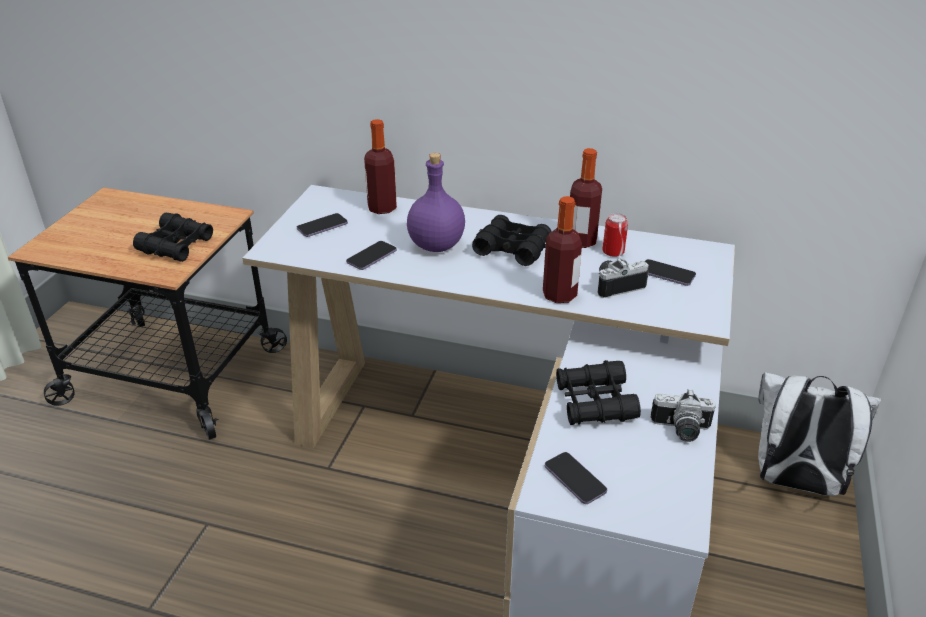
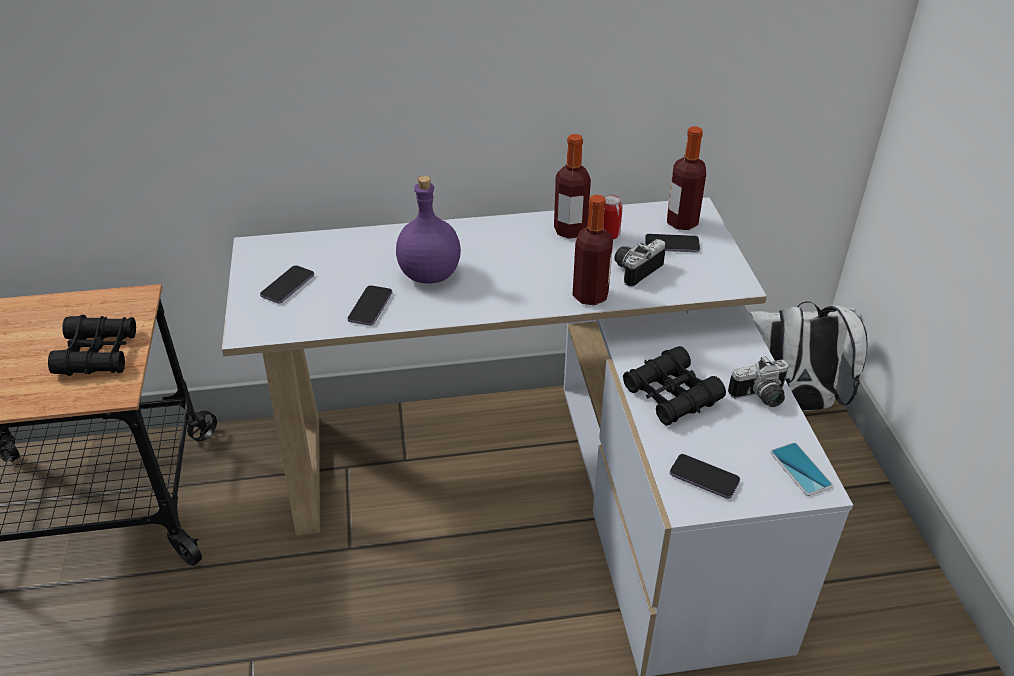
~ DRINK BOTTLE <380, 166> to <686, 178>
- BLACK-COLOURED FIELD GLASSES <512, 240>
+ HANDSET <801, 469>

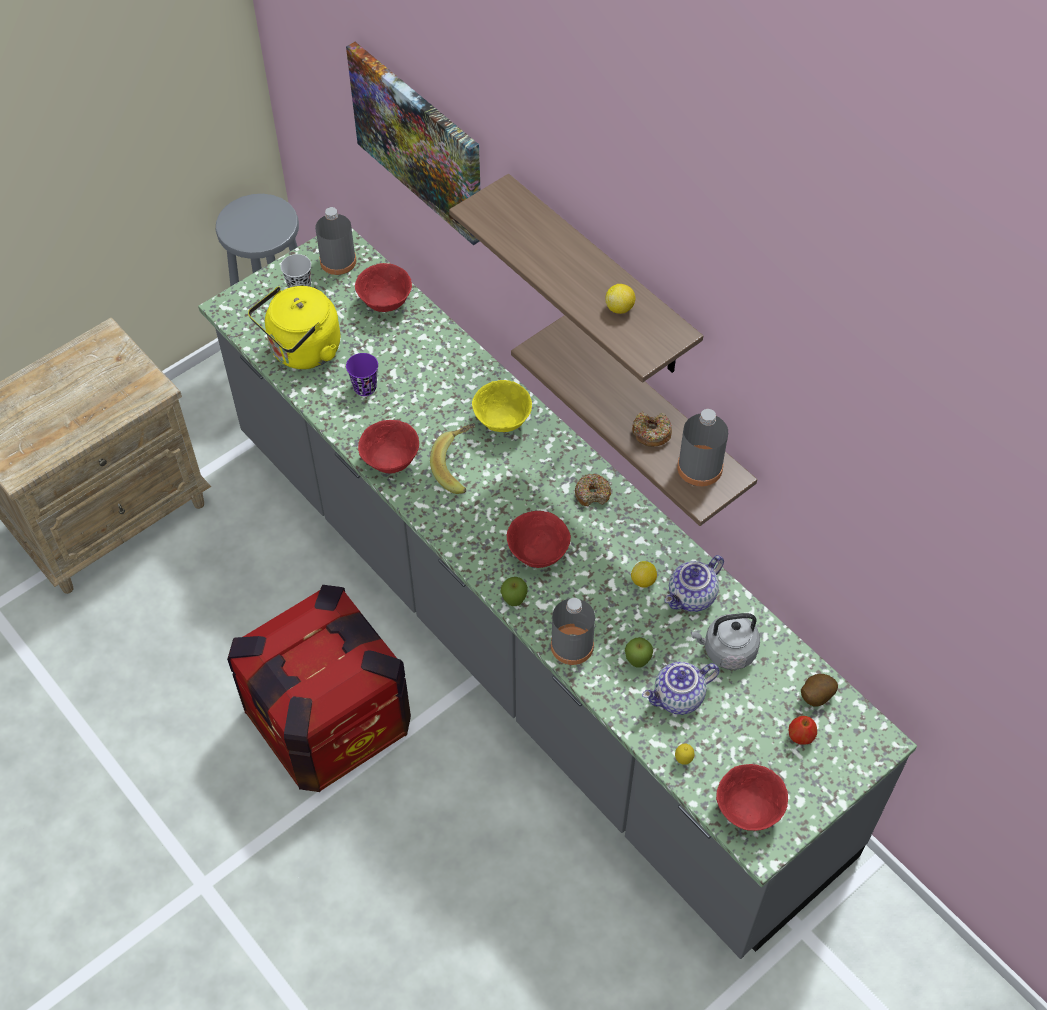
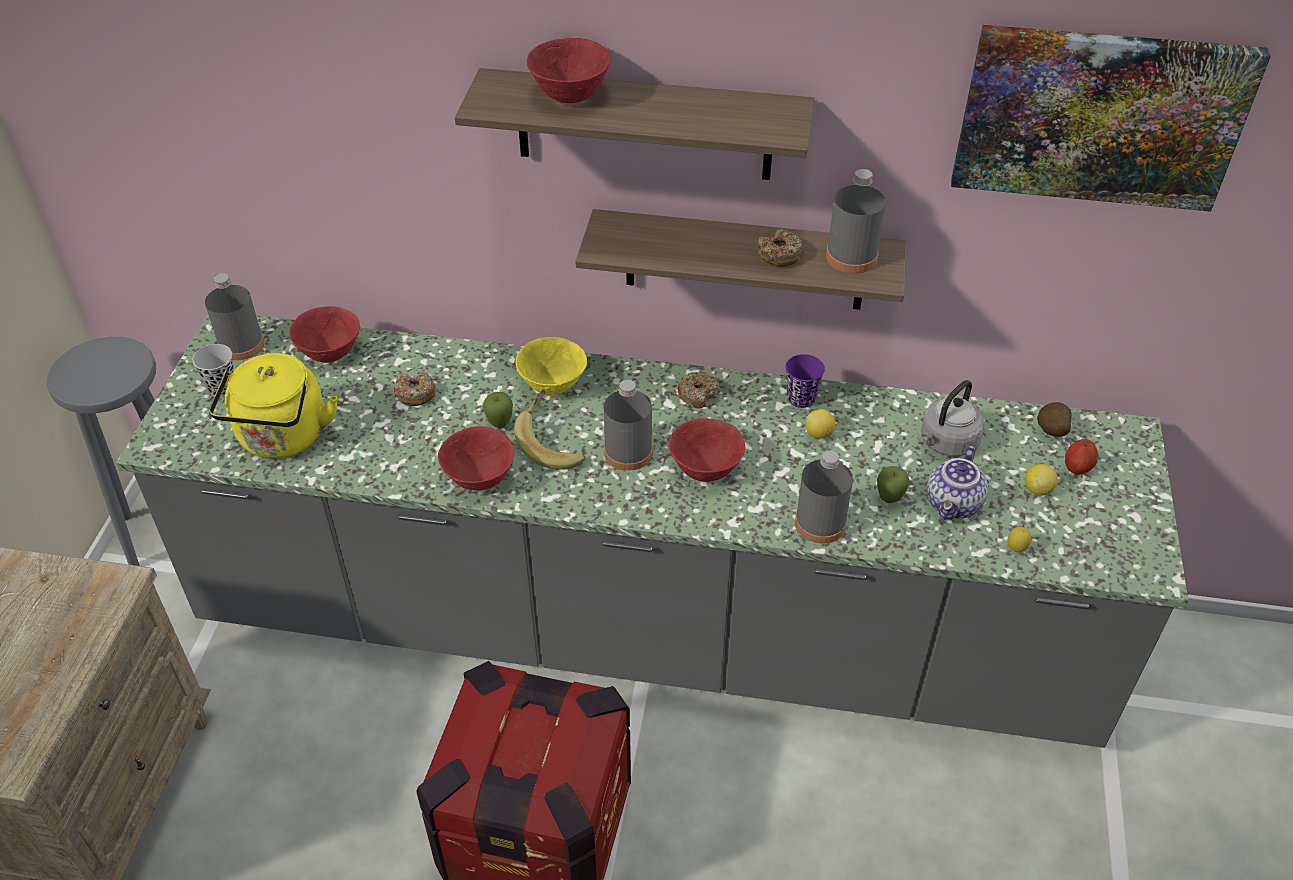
~ WALL ART <413, 143> to <1111, 118>
~ PURPLE SMALL CUP <362, 374> to <805, 381>
~ APPLE <514, 591> to <498, 410>
~ LEMON <620, 299> to <1041, 479>
- TEA POT <694, 583>
~ REDDISH DEEP DISH <752, 797> to <568, 70>
+ DONUT <415, 389>
+ GREYISH DRINK BOTTLE <628, 425>

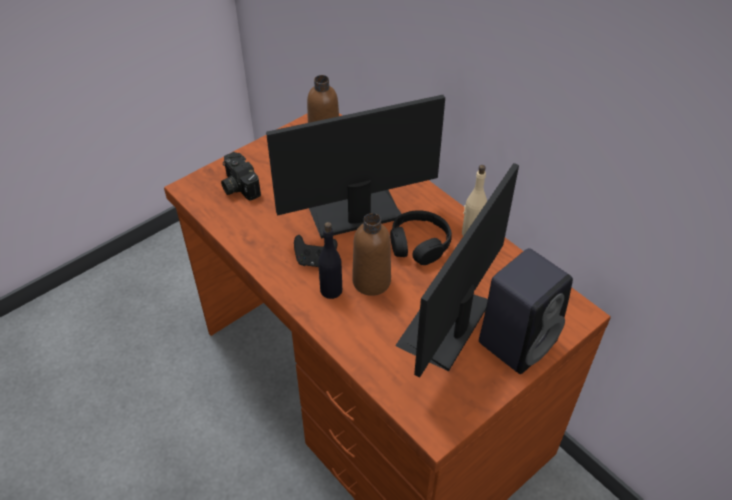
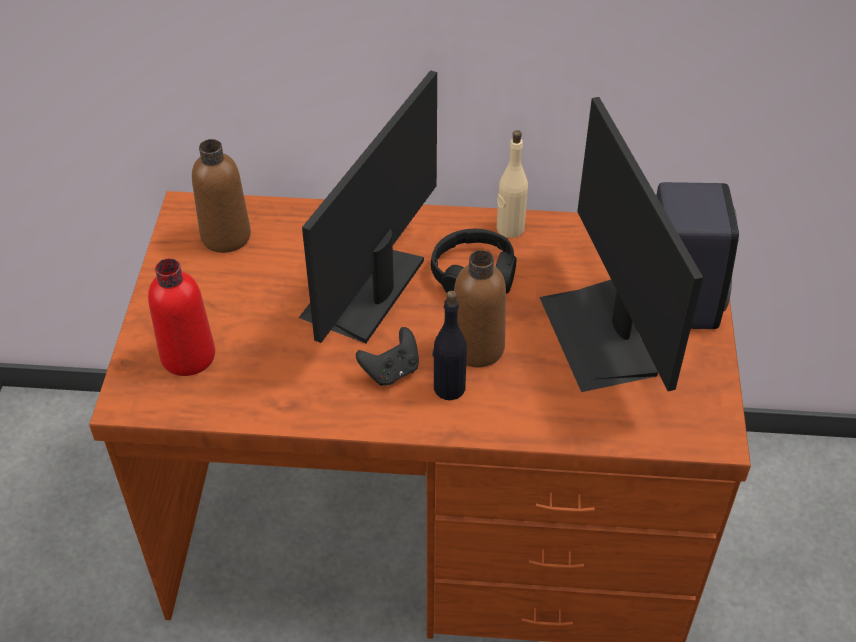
~ PHOTO CAMERA <241, 176> to REDDISH DRINK BOTTLE <181, 317>

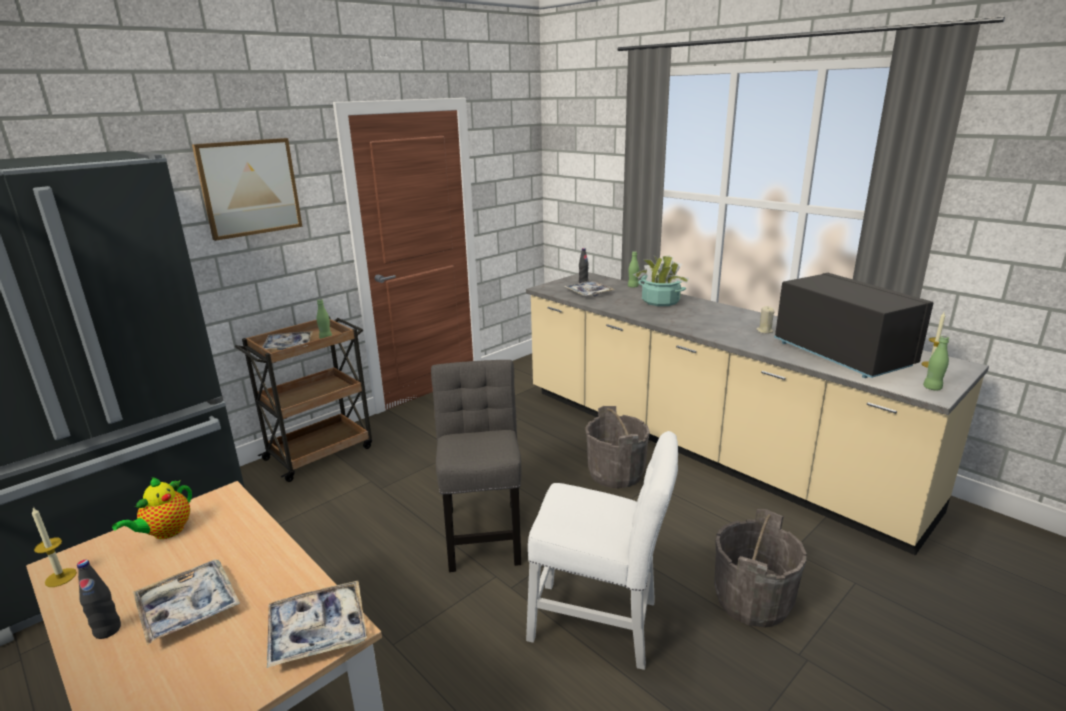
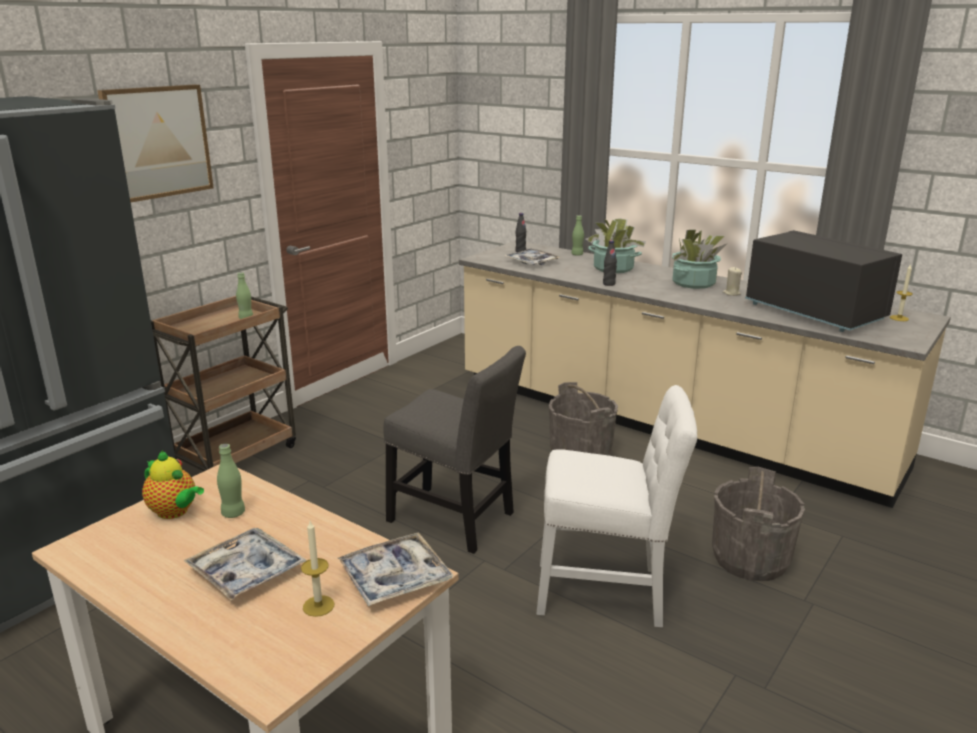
~ WAX LIGHT <54, 547> to <317, 569>
~ BLACK-COLOURED DRINK BOTTLE <99, 599> to <610, 263>
~ TEA POT <152, 508> = <173, 484> 75 degrees counterclockwise
- TRAY <287, 340>
~ GREYISH PLAIN CHAIR <476, 466> = <454, 450> 135 degrees clockwise
~ GREEN-COLOURED DRINK BOTTLE <936, 363> to <231, 481>
+ PLANT IN A POT <700, 259>

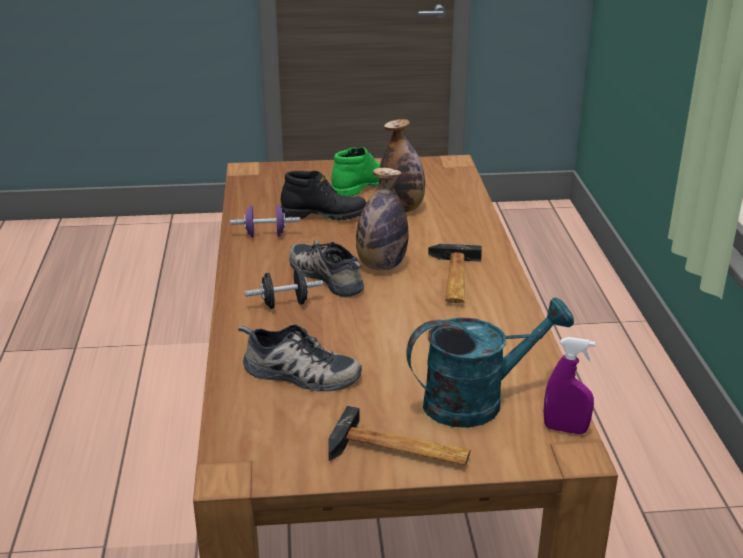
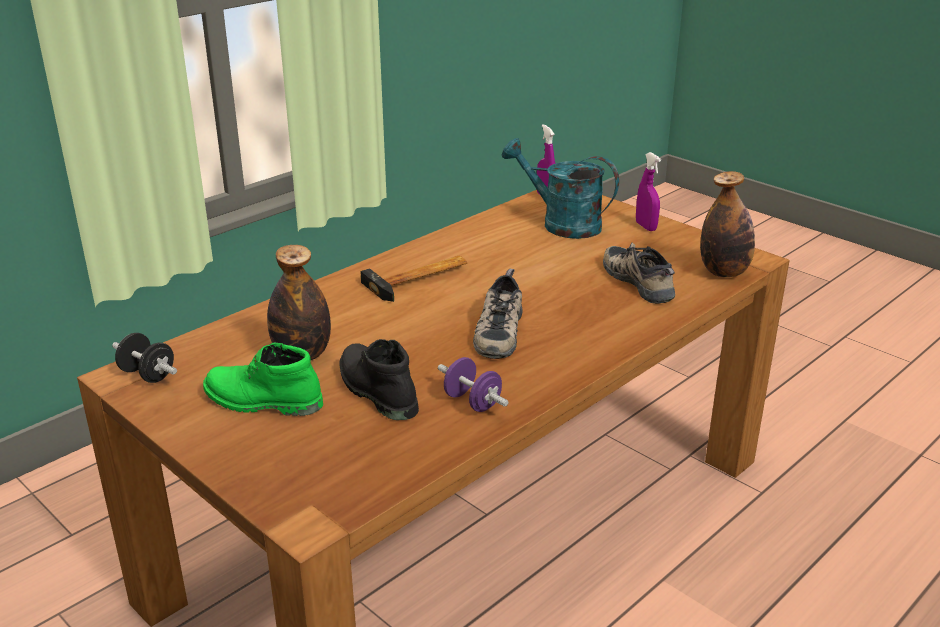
~ BLACK-COLOURED DUMBBELL <284, 289> to <144, 358>
~ TOOL HAMMER <399, 435> to PURPLE SPRAY BOTTLE <648, 191>
~ DRINK BOTTLE <382, 219> to <727, 224>

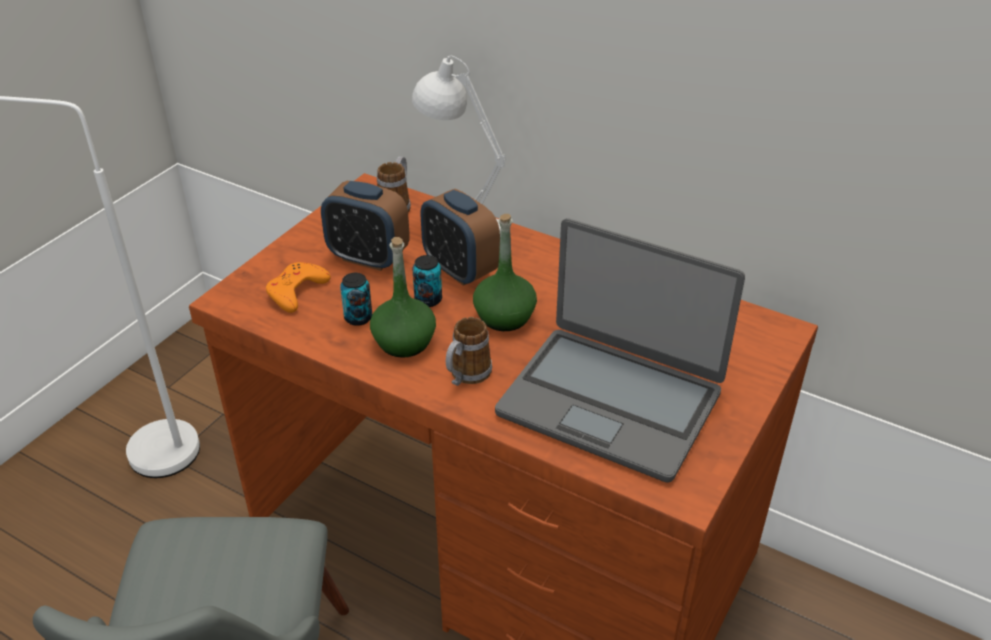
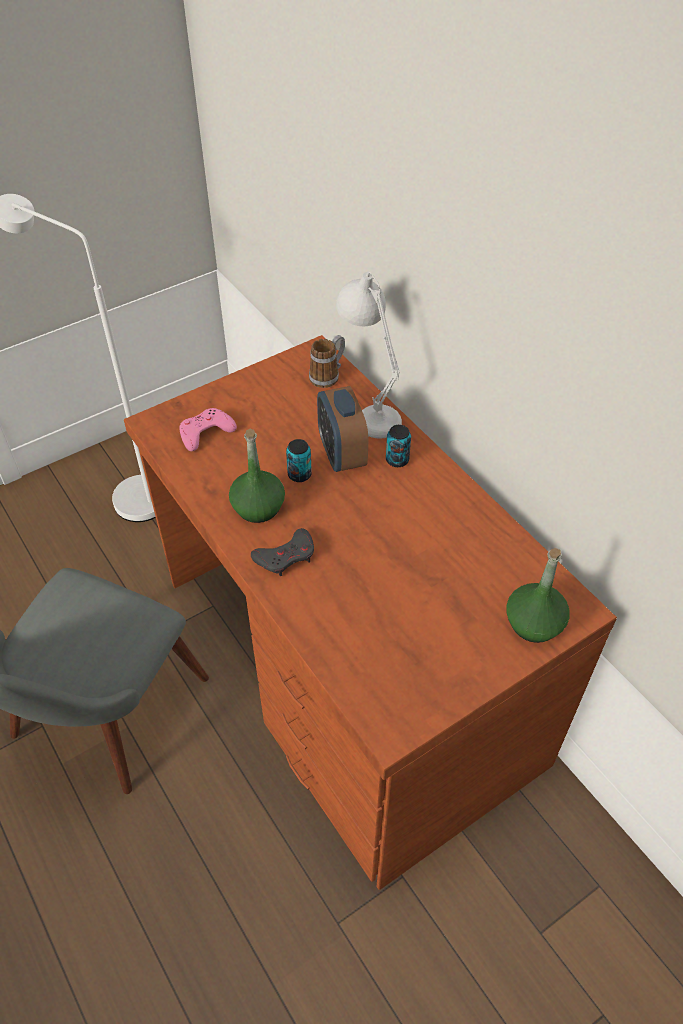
~ ORANGE GAME CONTROLLER <298, 287> to PINK-COLOURED GAME CONTROLLER <208, 429>
- ALARM CLOCK <365, 226>
~ SEALED CAN <356, 299> to <398, 446>
~ COFFEE MUG <469, 351> to GREYISH GAME CONTROLLER <282, 552>
~ GREEN-COLOURED DRINK BOTTLE <505, 272> to <538, 595>
- LAPTOP <620, 350>

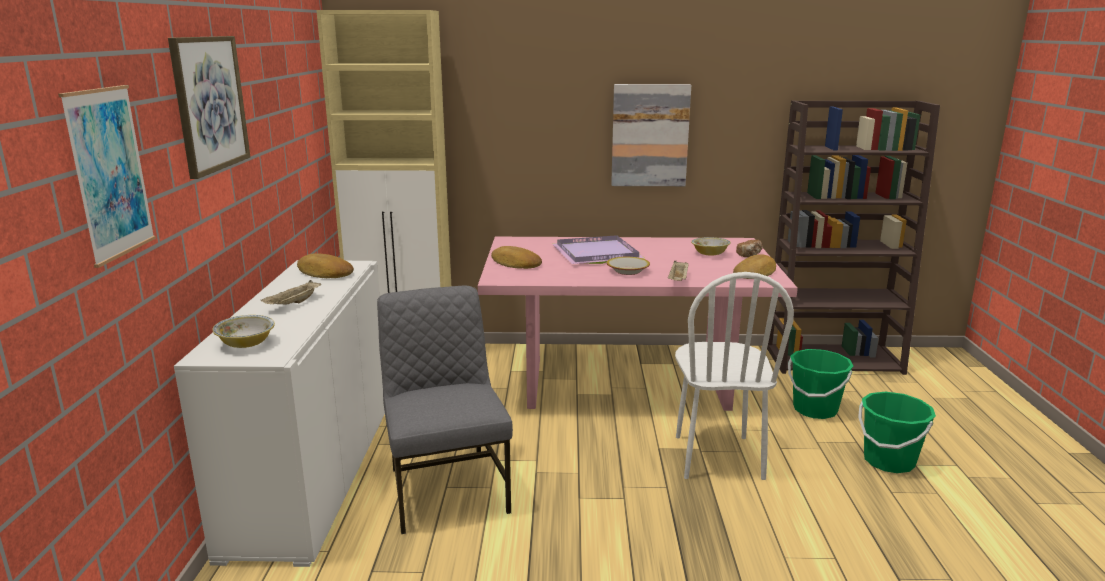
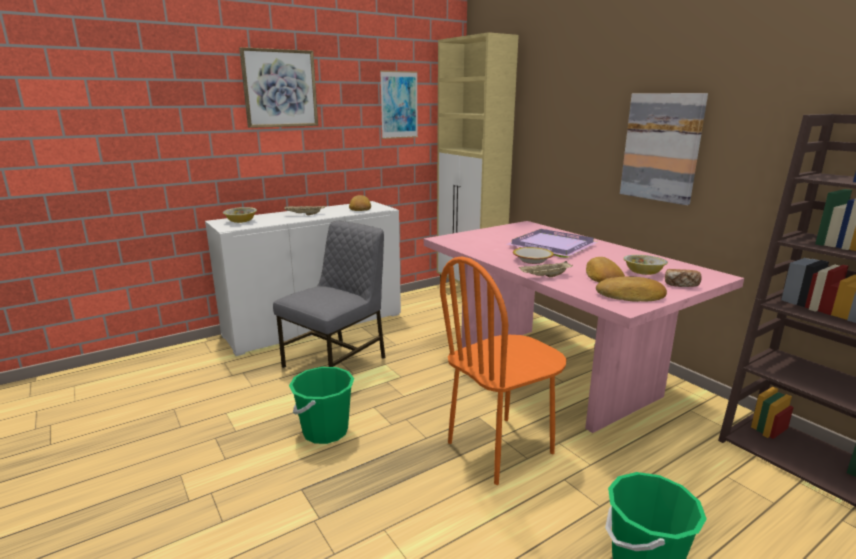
~ WALL ART <107, 176> to <399, 104>
~ BREAD <516, 257> to <605, 270>
~ WHITE-COLOURED PLAIN CHAIR <734, 376> to ORANGE PLAIN CHAIR <503, 371>
~ GREEN-COLOURED WATER BUCKET <820, 384> to <321, 405>

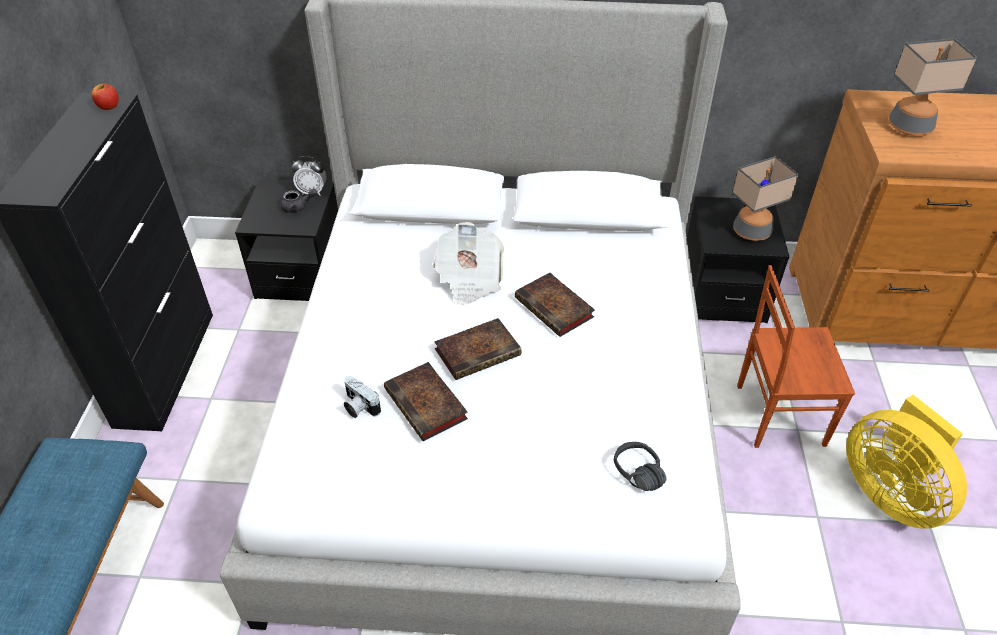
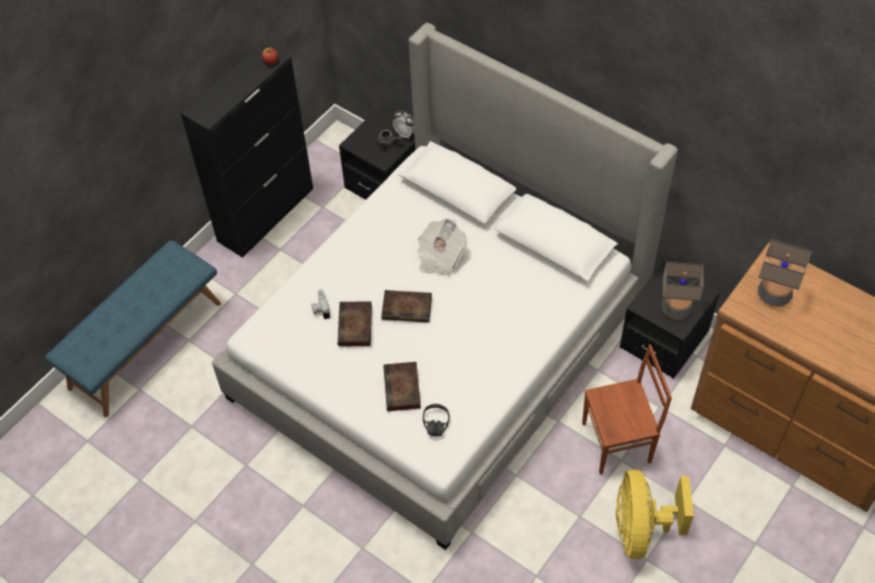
~ BOUND BOOK <555, 305> to <402, 386>
~ BROWNISH PLAIN CHAIR <796, 356> = <627, 409> 135 degrees clockwise

